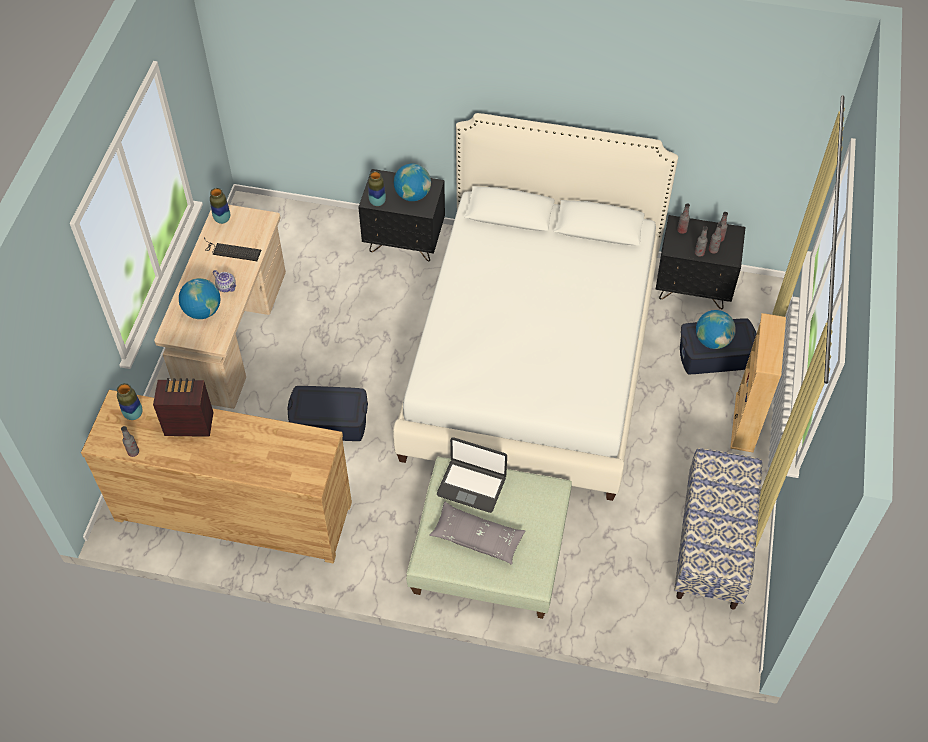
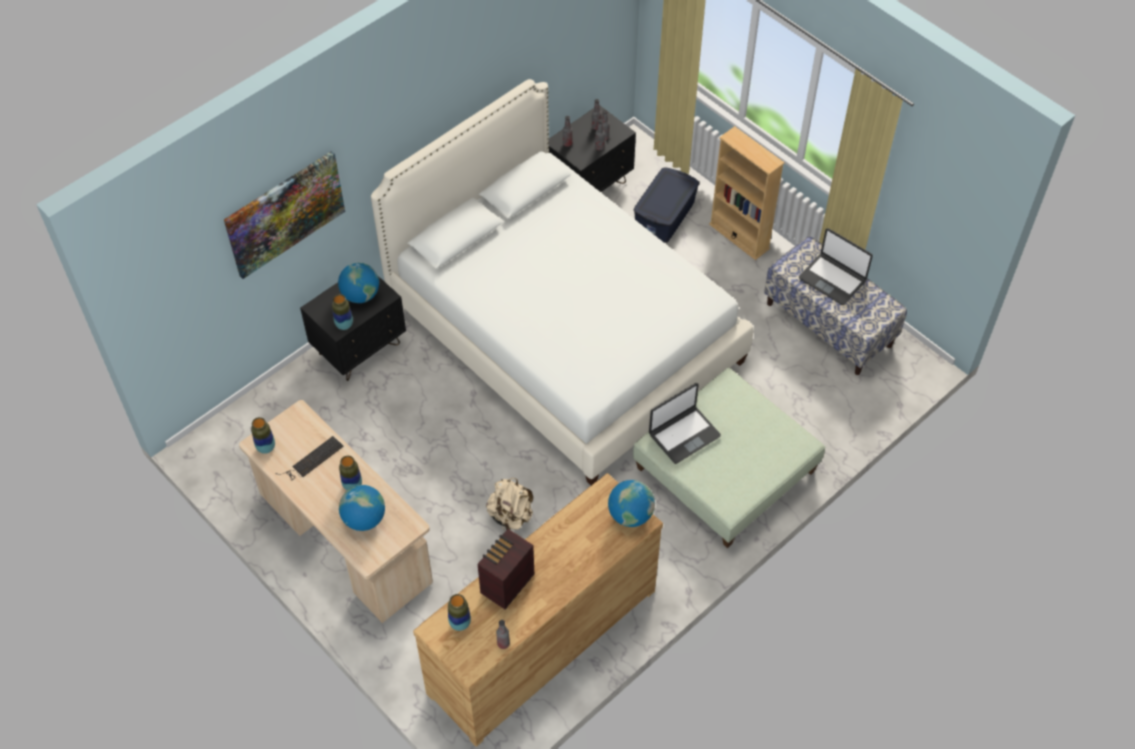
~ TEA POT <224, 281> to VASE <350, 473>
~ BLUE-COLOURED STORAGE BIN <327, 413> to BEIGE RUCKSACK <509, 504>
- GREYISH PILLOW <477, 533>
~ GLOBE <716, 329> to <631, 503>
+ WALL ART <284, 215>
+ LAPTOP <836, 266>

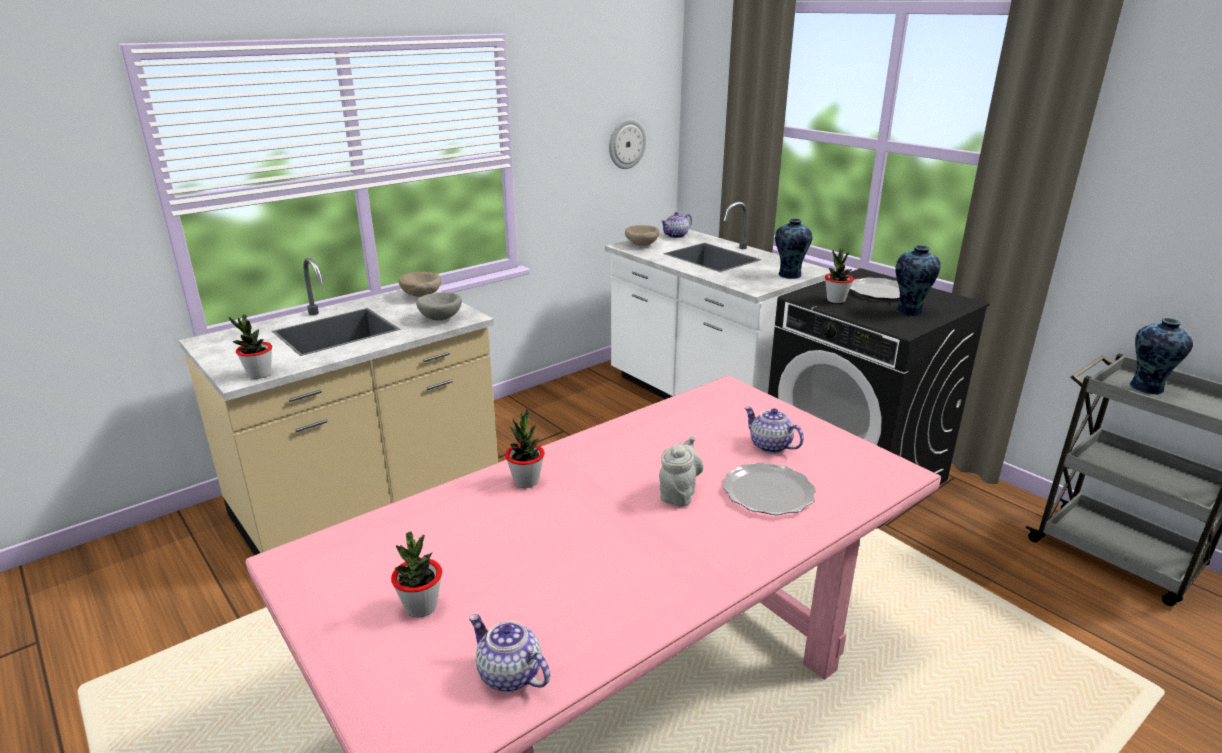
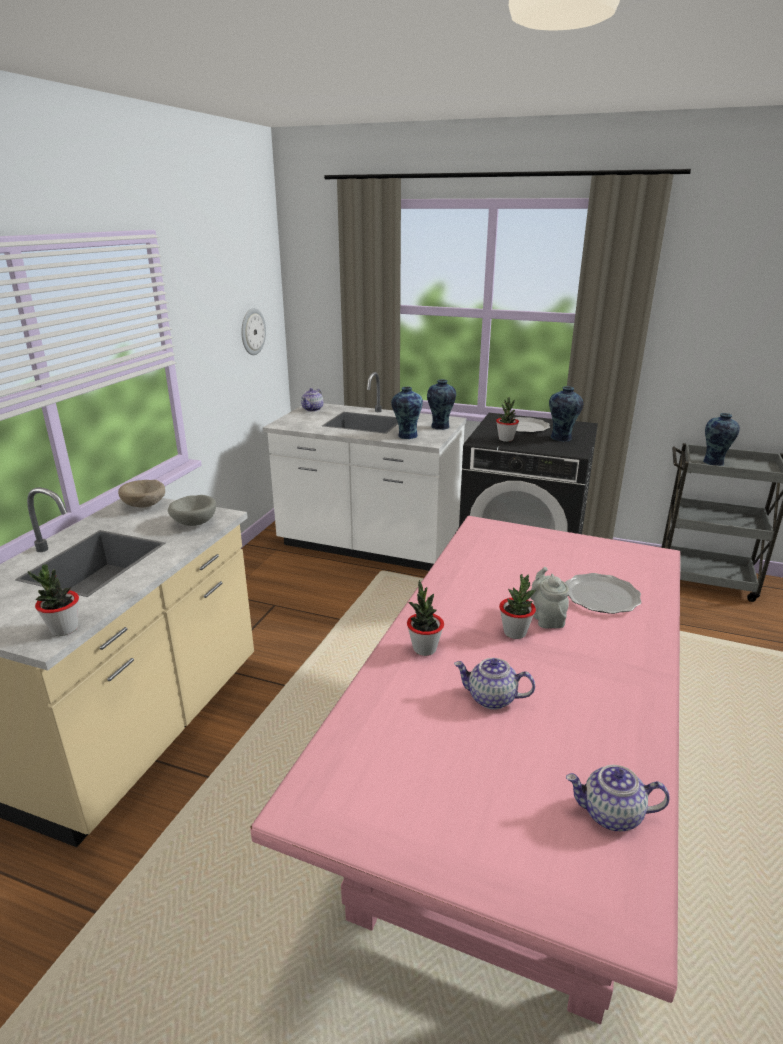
~ PLANT IN A POT <416, 574> to <518, 606>
- BEIGE DEEP DISH <642, 235>
~ TEA POT <774, 430> to <494, 684>
+ VASE <407, 413>

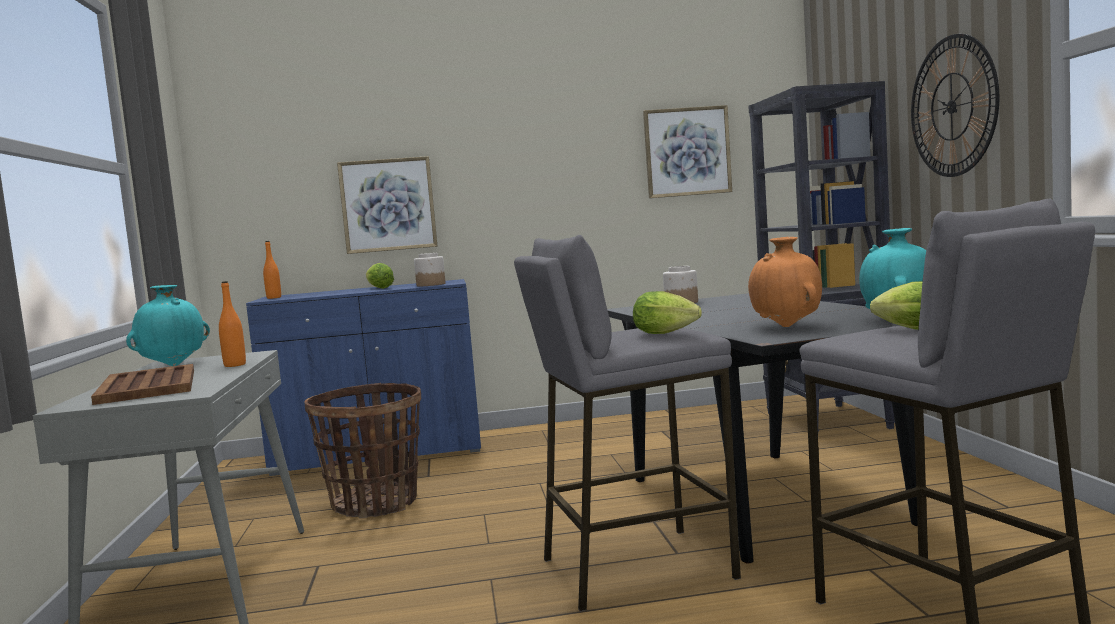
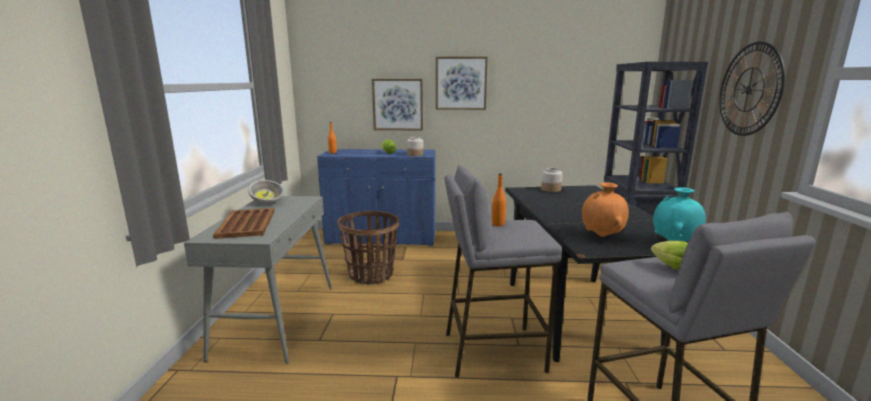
~ TURQUOISE-COLOURED VASE <168, 325> to DEEP DISH <266, 192>
~ ORANGE DRINK BOTTLE <232, 324> to <499, 200>
- LETTUCE <667, 312>
~ WALL ART <687, 151> to <462, 83>

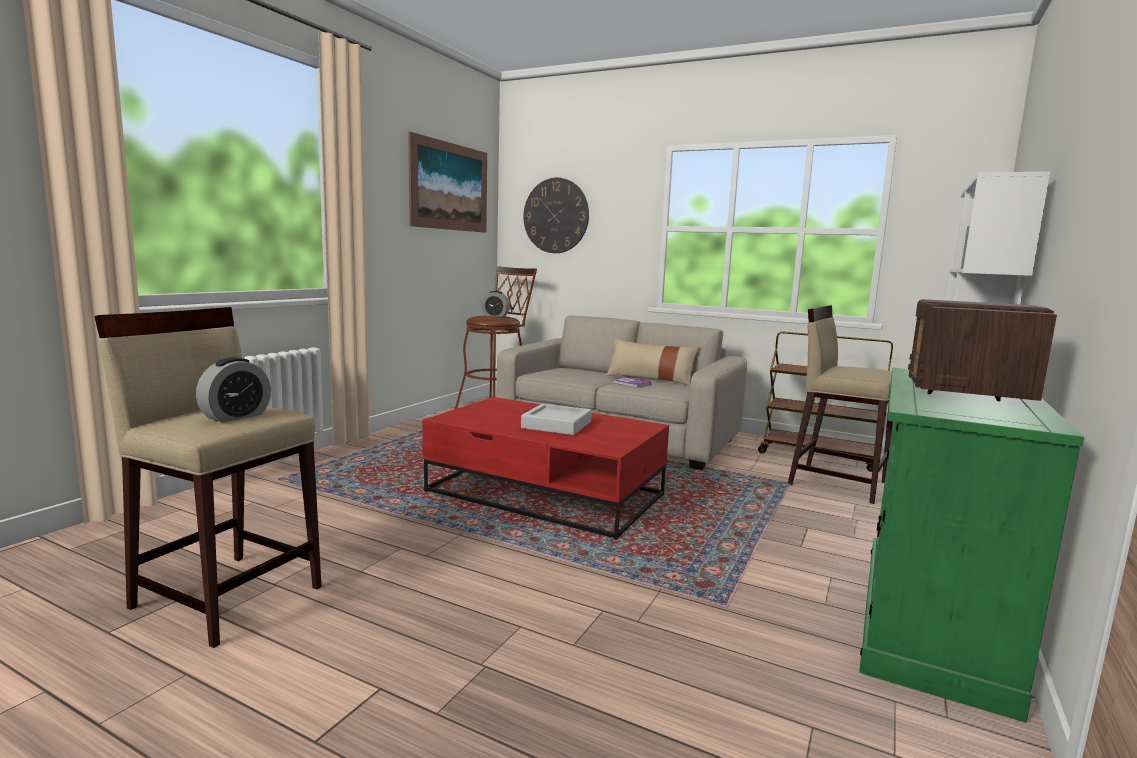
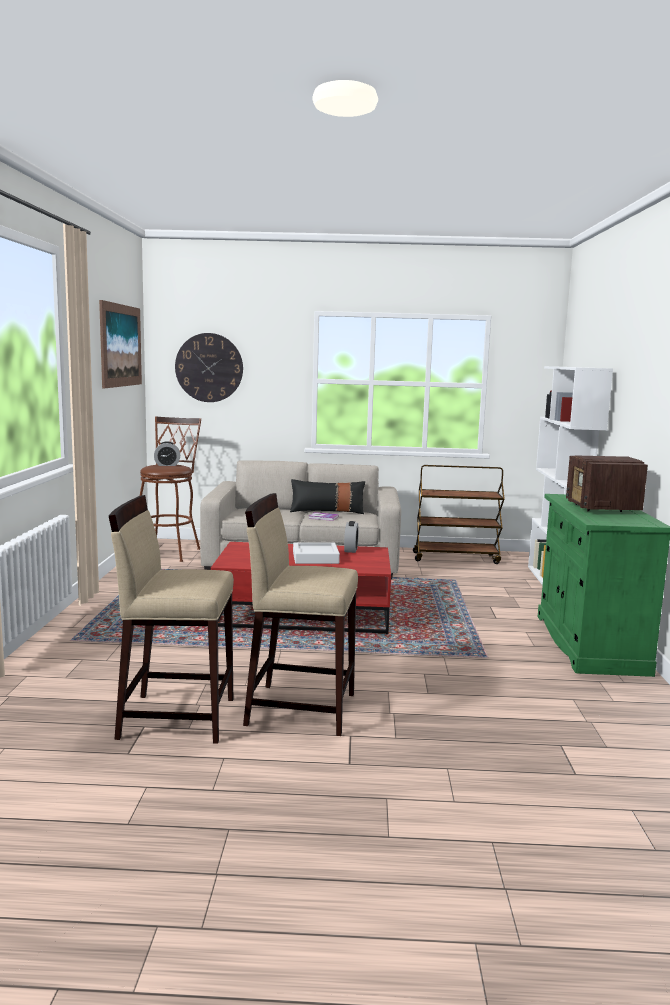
~ ALARM CLOCK <233, 390> to <351, 537>
~ BEIGE PILLOW <652, 362> to BLACK-COLOURED PILLOW <327, 496>
~ BEIGE STOOL SEAT <840, 404> to <300, 614>

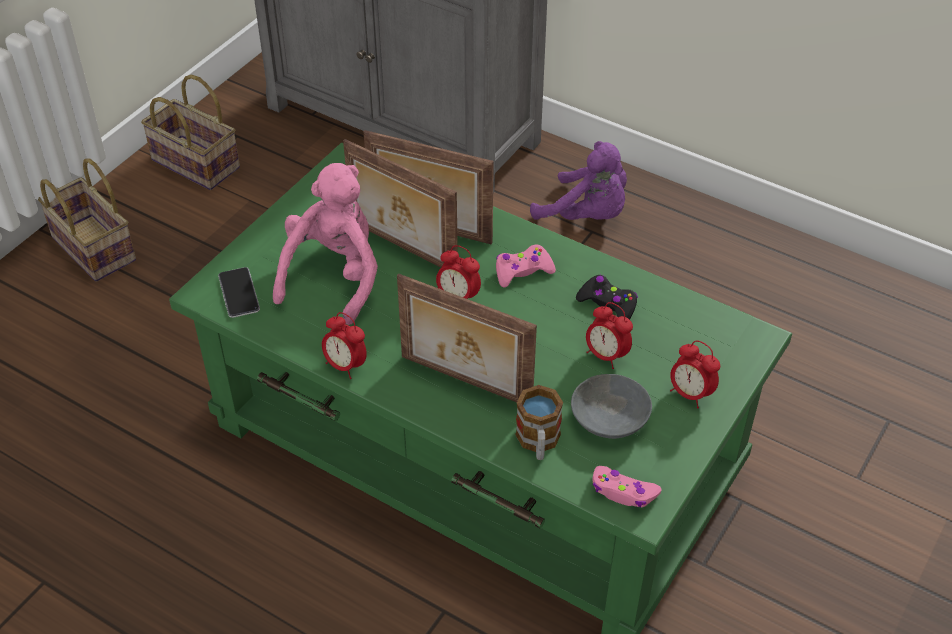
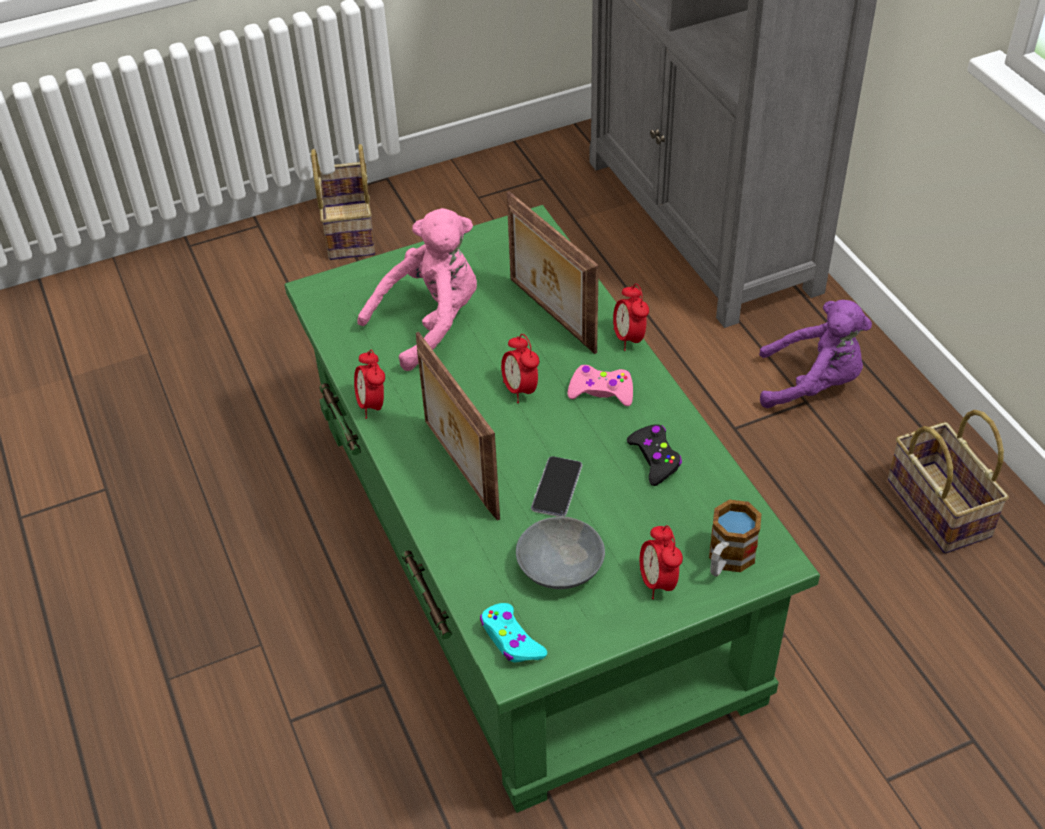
~ HOUSEHOLD BASKET <190, 132> to <948, 482>
~ HANDSET <239, 292> to <556, 486>
- PICTURE FRAME <400, 203>
~ COFFEE MUG <539, 422> to <735, 538>
~ PURPLE SOFT TOY <578, 180> = <815, 354> 60 degrees counterclockwise
~ ALARM CLOCK <609, 335> to <631, 317>
~ PINK-COLOURED GAME CONTROLLER <627, 486> to TURQUOISE-COLOURED GAME CONTROLLER <513, 632>

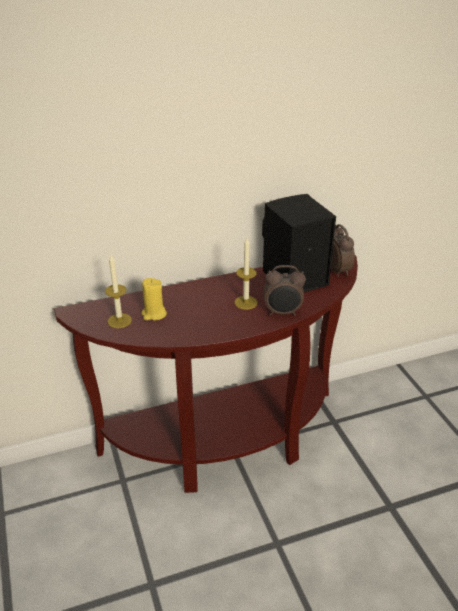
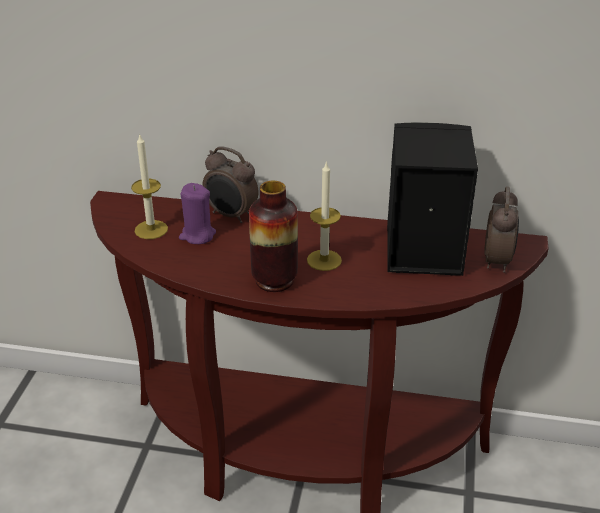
~ YELLOW-COLOURED WAX LIGHT <154, 299> to PURPLE WAX LIGHT <197, 213>
~ ALARM CLOCK <284, 290> to <230, 185>
+ VASE <273, 236>

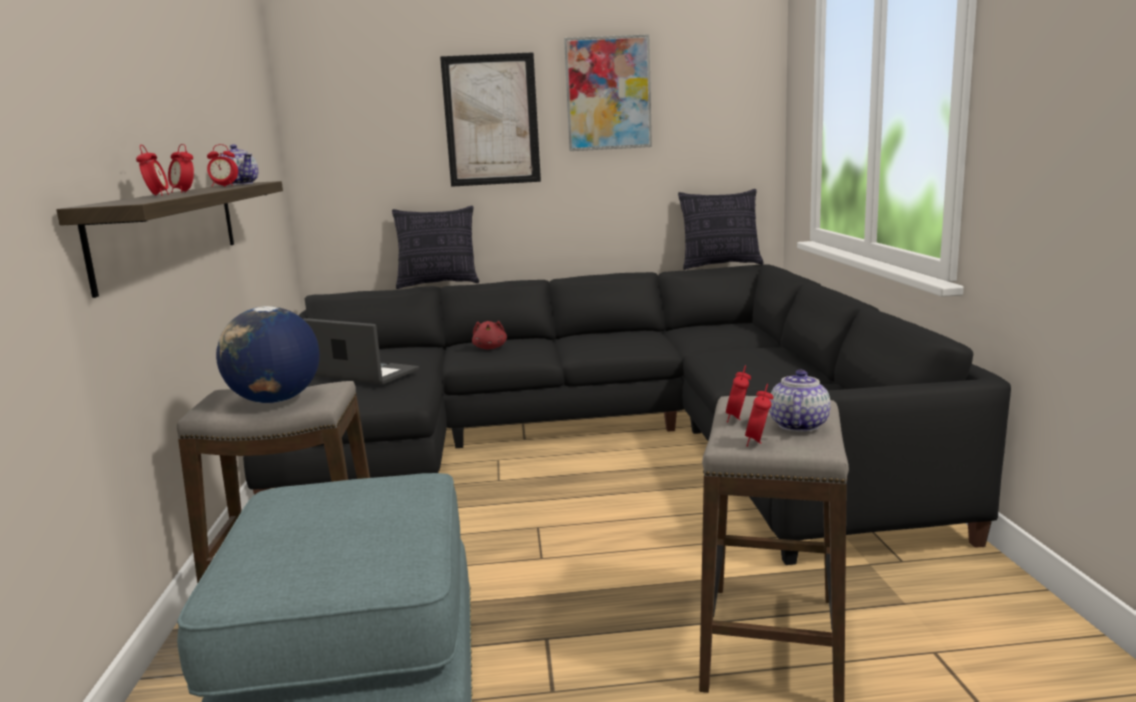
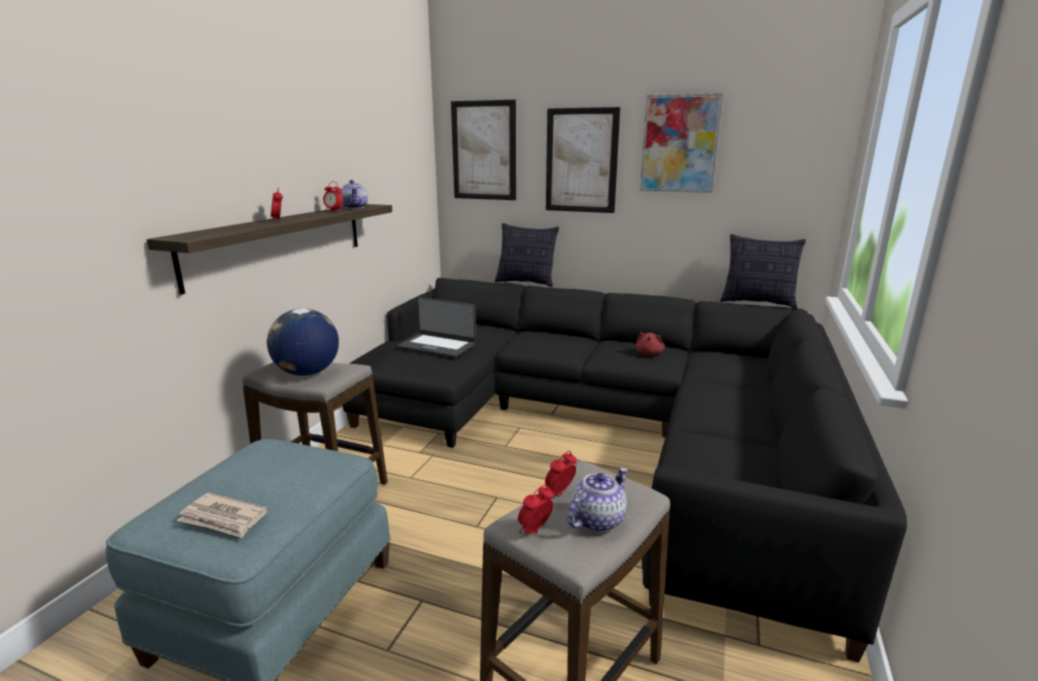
- ALARM CLOCK <152, 170>
~ LAPTOP <361, 351> = <436, 327> 150 degrees clockwise
~ REDDISH SOFT TOY <489, 335> to <650, 344>
+ DAILY PAPER <222, 515>
+ WALL ART <483, 150>

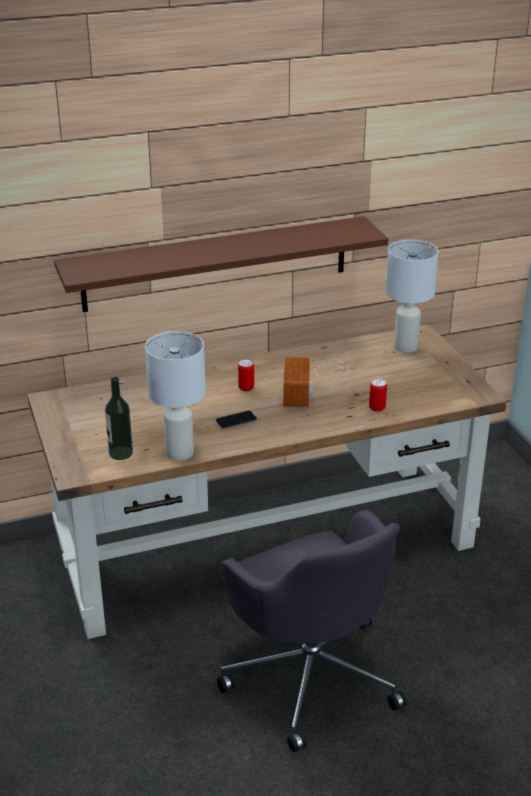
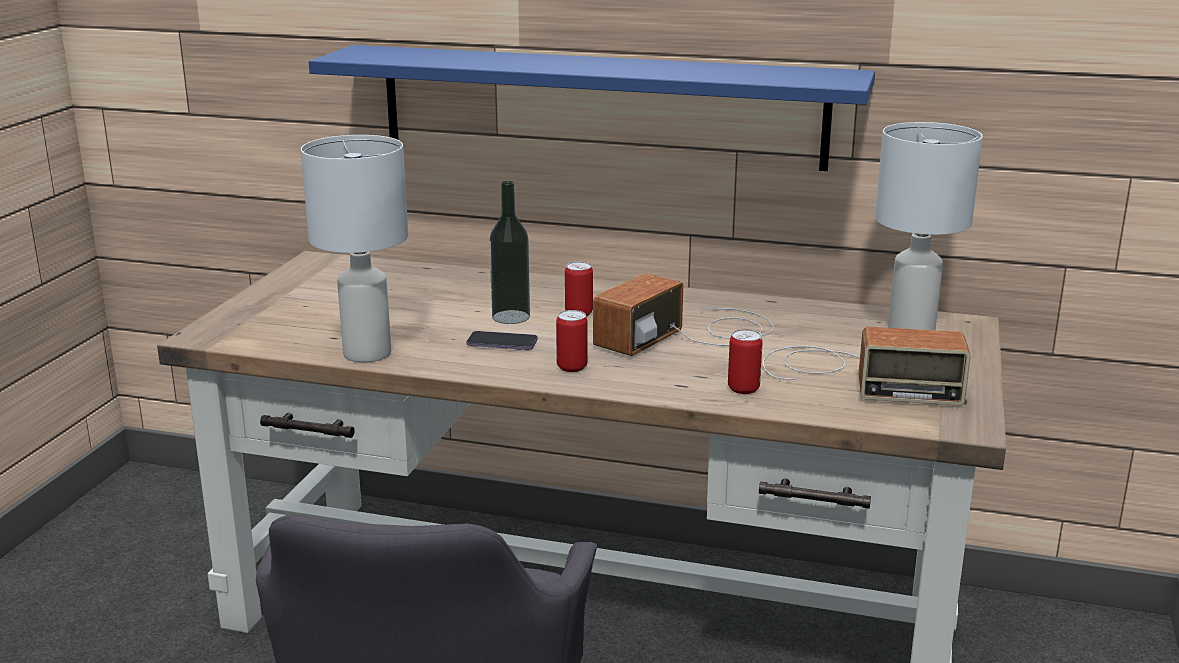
~ BROWNISH BRACKET SHELF <221, 264> to BLUE-COLOURED BRACKET SHELF <592, 108>
~ DRINK BOTTLE <119, 418> to <510, 252>
+ SEALED CAN <572, 341>
+ RADIO SET <867, 366>

